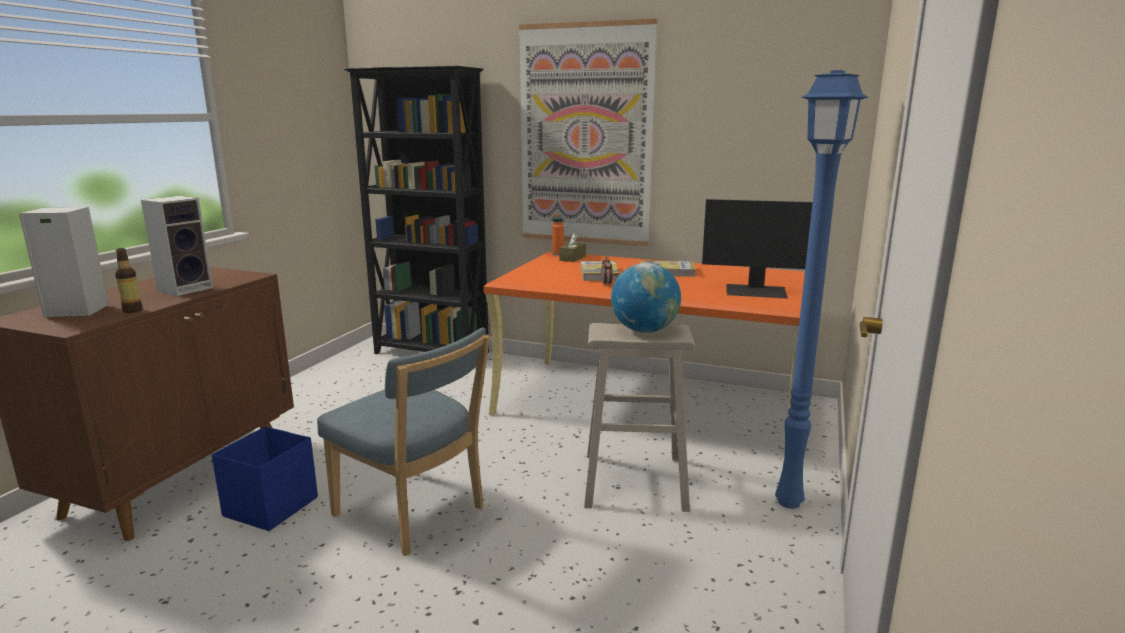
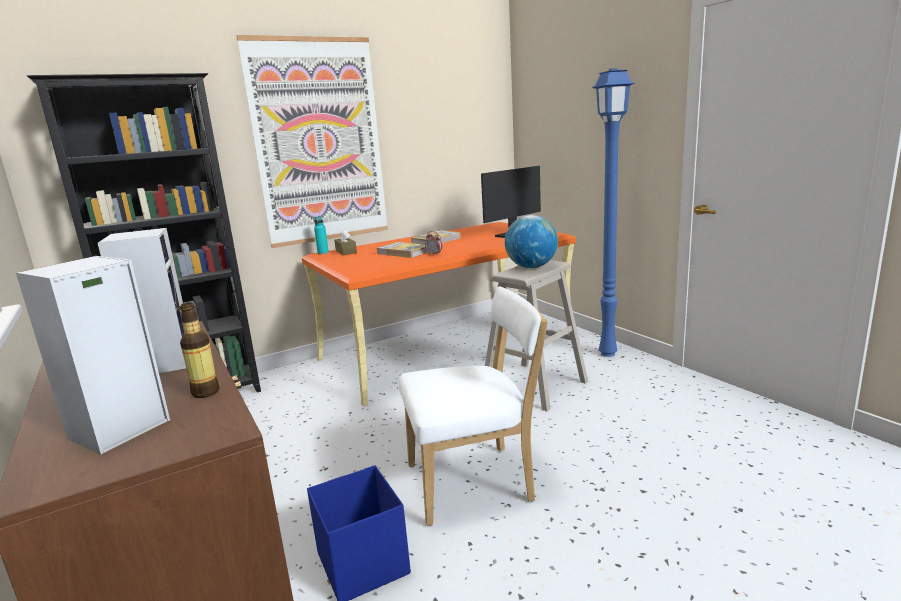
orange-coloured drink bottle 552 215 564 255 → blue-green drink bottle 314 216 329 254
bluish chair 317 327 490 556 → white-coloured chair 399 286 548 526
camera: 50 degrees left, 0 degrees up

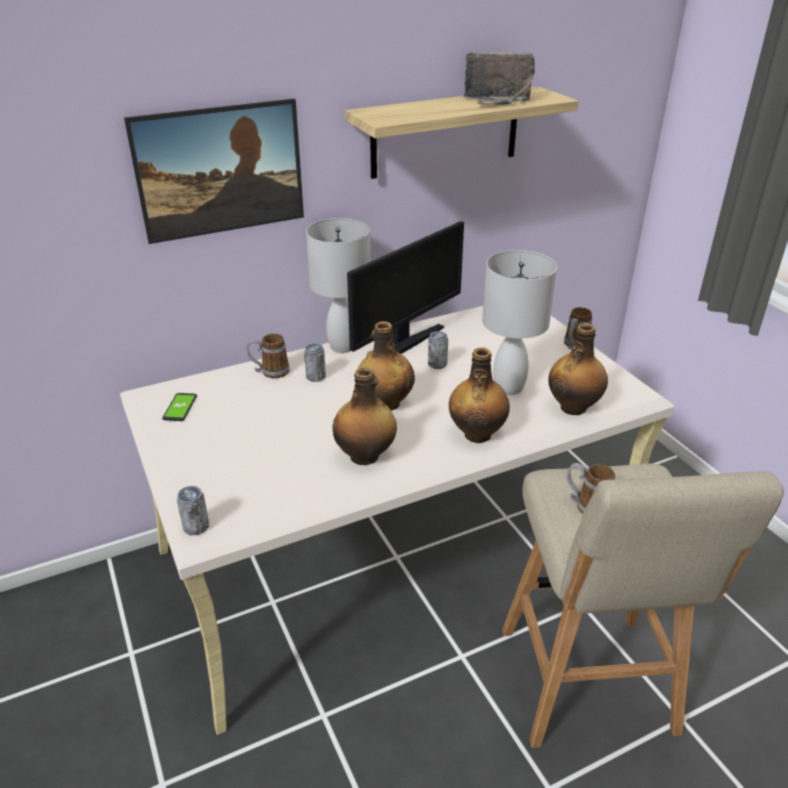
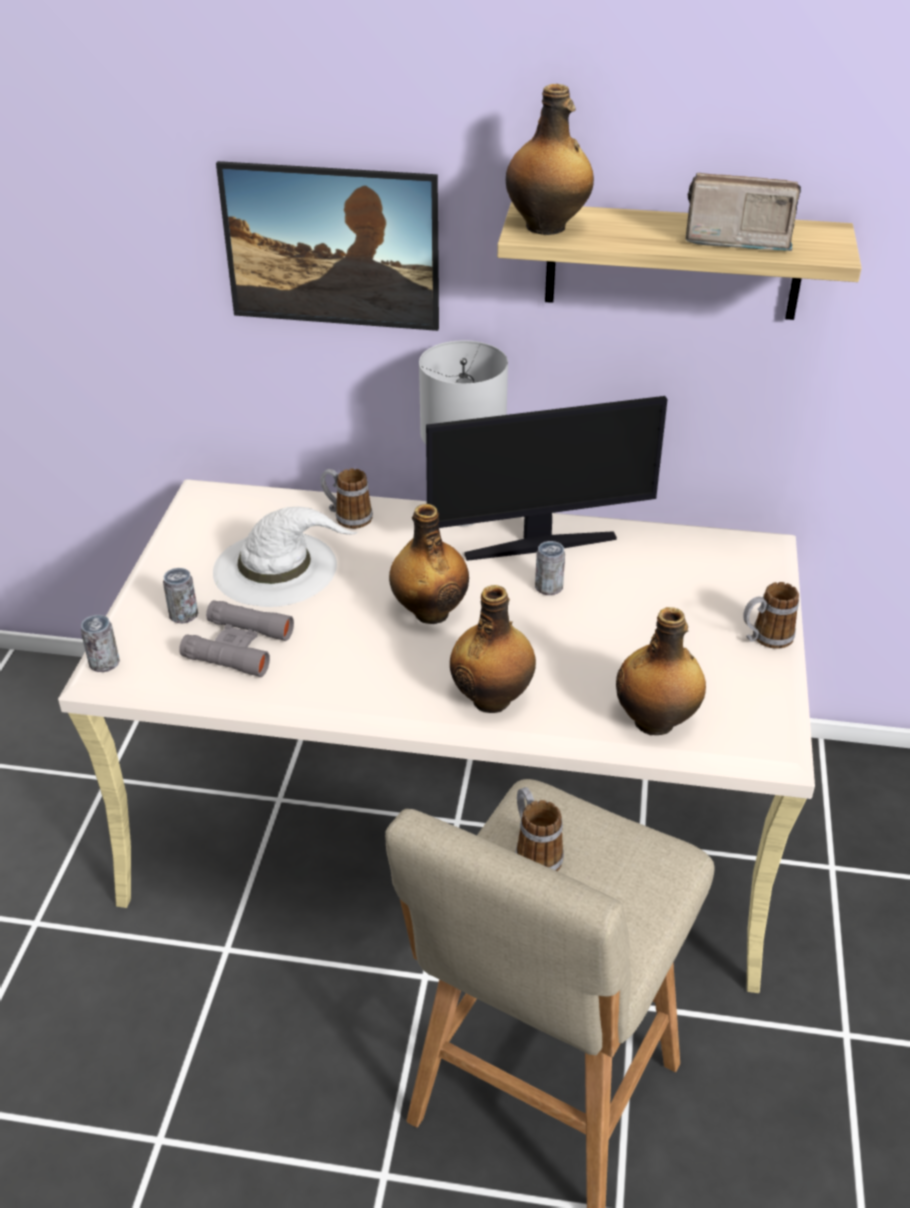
metal can 304 343 326 382 → metal can 163 568 198 623, moved
- → grey binoculars 179 600 294 677
- → white-coloured clothing hat 213 507 359 607
drink bottle 332 367 397 465 → drink bottle 506 84 594 235, moved
radio 463 52 535 105 → radio 685 173 801 251, 150 degrees clockwise
telephone 162 393 197 421 → -
white-coloured tabletop lamp 482 250 557 395 → -
camera: 35 degrees right, 5 degrees up

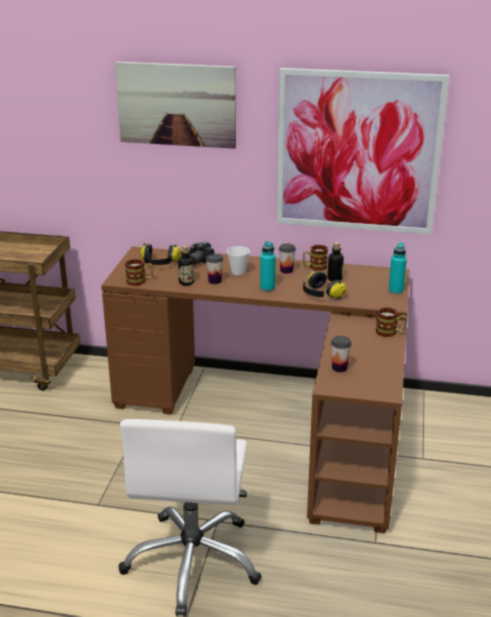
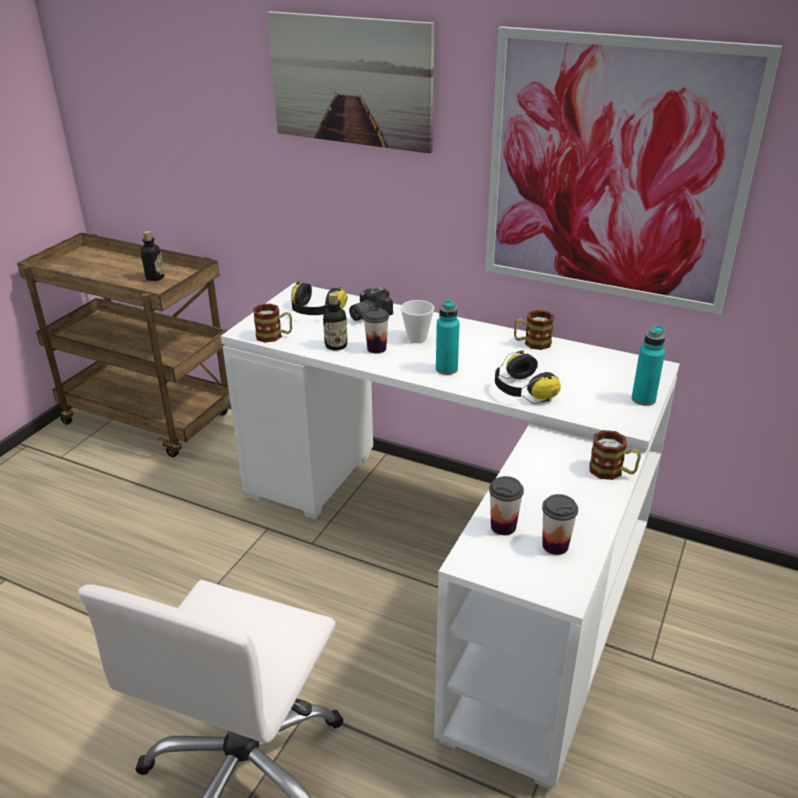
drink bottle 327 242 344 281 → drink bottle 141 231 164 281, moved
brownish desk 101 247 410 534 → white-coloured desk 221 283 680 790
cup 279 243 296 274 → cup 542 494 578 555, moved
camera: 15 degrees right, 5 degrees up

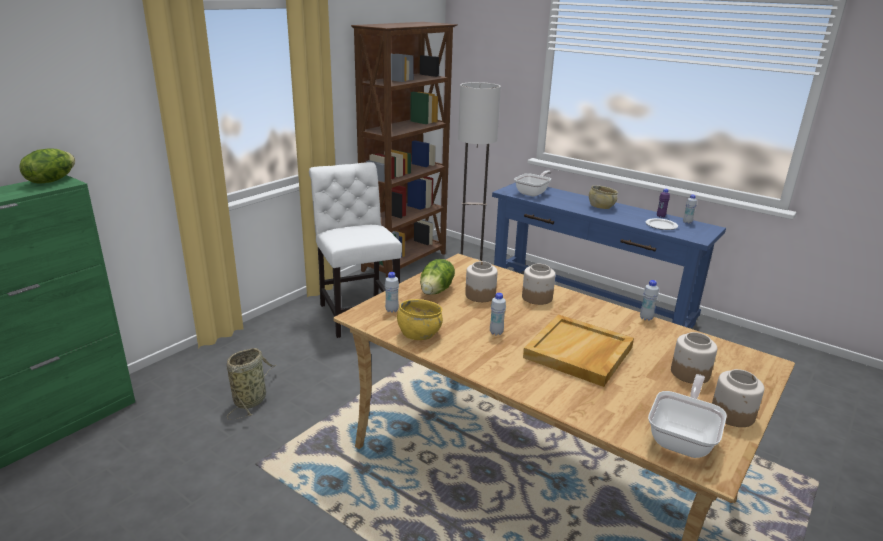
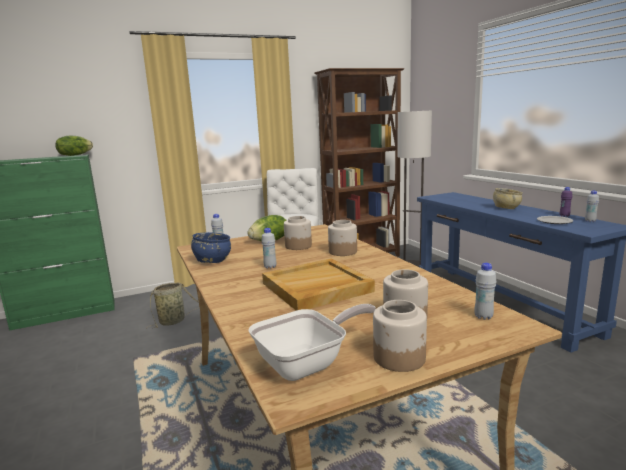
yellowish bowl 397 299 443 340 → bluish bowl 191 232 231 263
white-coloured drink bottle 640 280 659 321 → white-coloured drink bottle 474 263 496 320, moved
pan 514 170 552 197 → -
camera: 30 degrees right, 10 degrees down

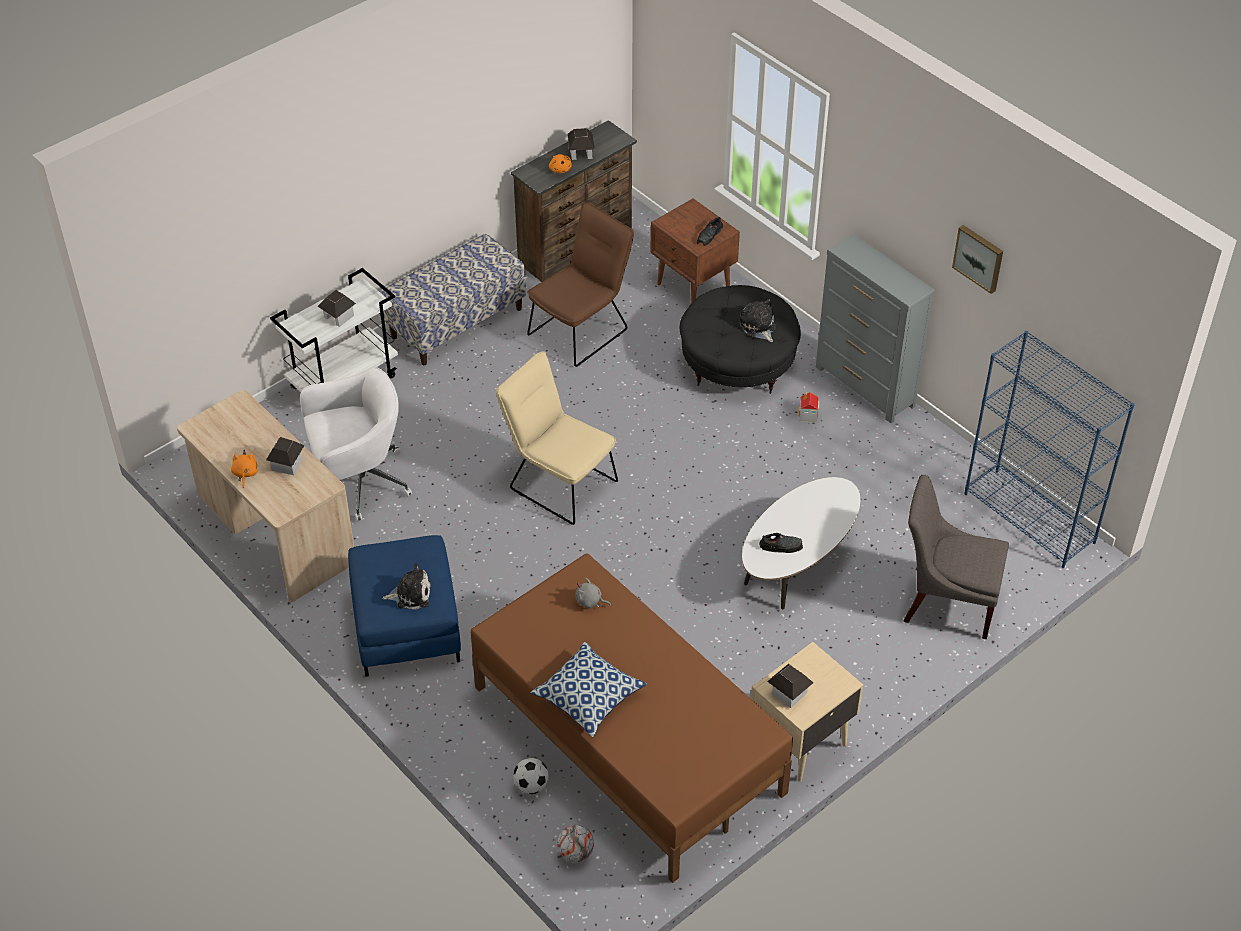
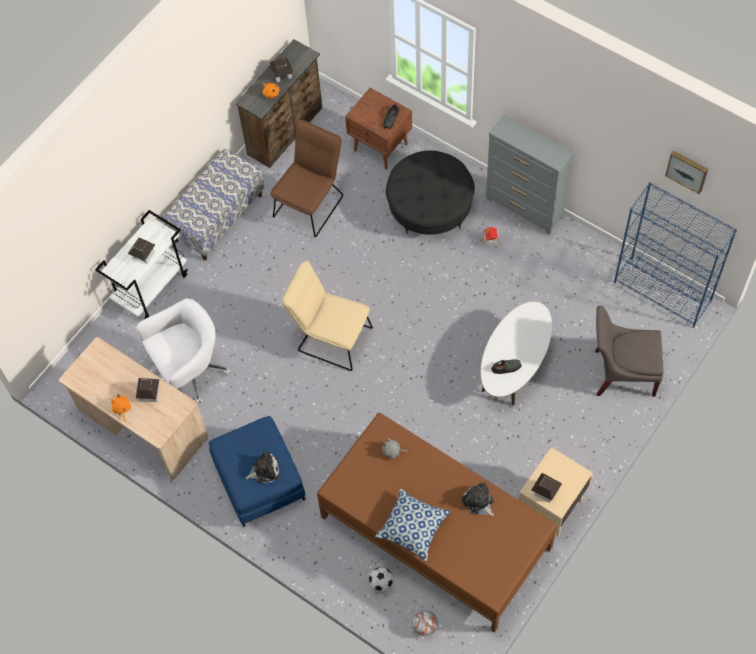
cuddly toy 739 299 777 342 → cuddly toy 462 482 494 516, moved
wall art 952 225 1003 294 → wall art 665 151 708 194, moved
camera: 10 degrees left, 15 degrees up

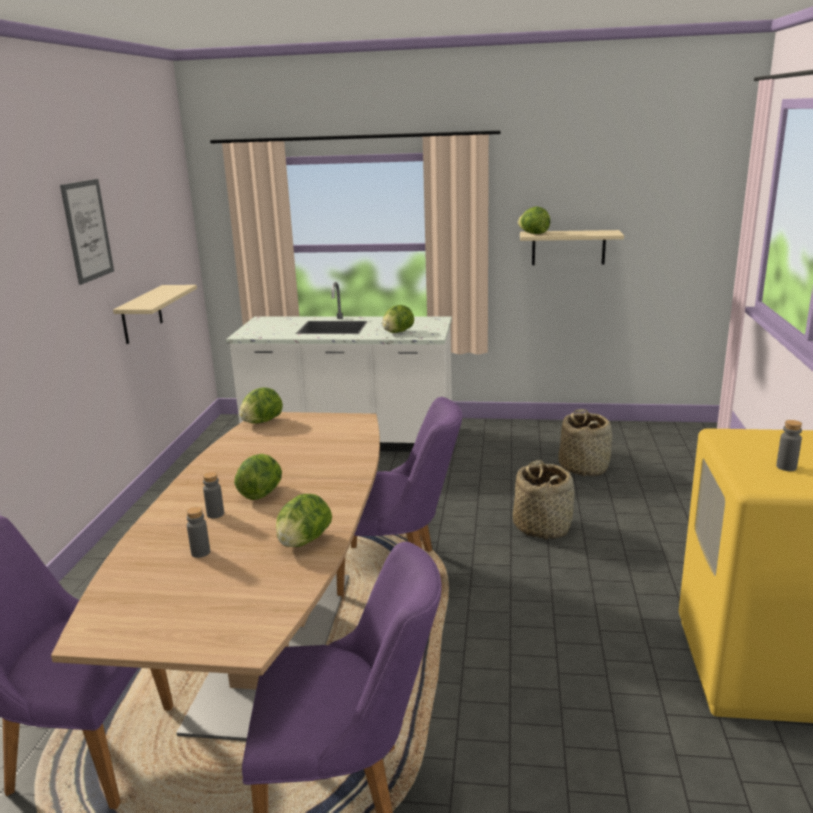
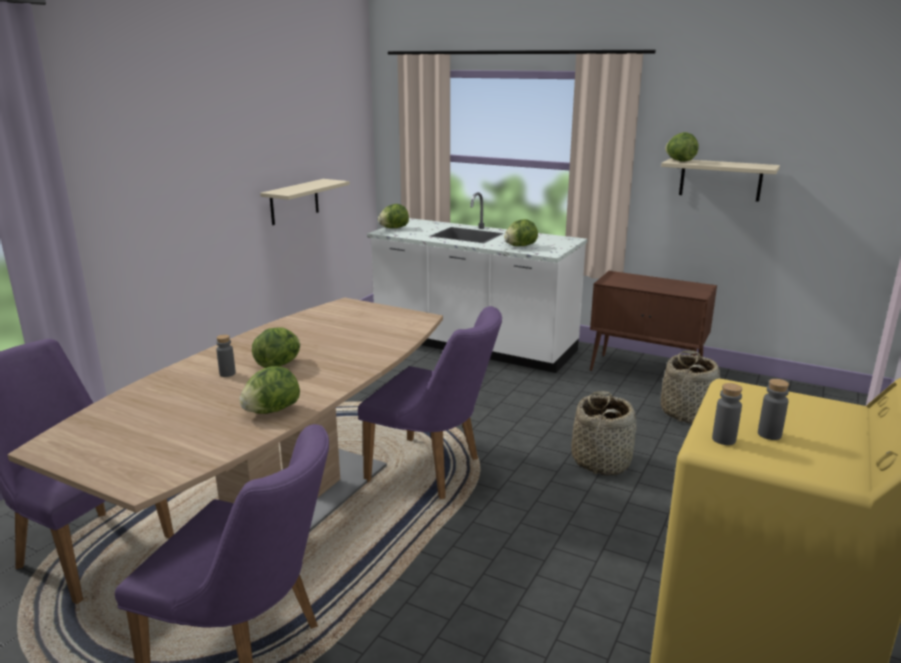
head of lettuce 239 388 283 424 → head of lettuce 378 204 409 228, moved
- → brownish cupboard 590 271 717 371
grey drink bottle 187 507 210 558 → grey drink bottle 712 383 742 445, moved
wall art 60 179 114 285 → -
camera: 20 degrees right, 0 degrees up

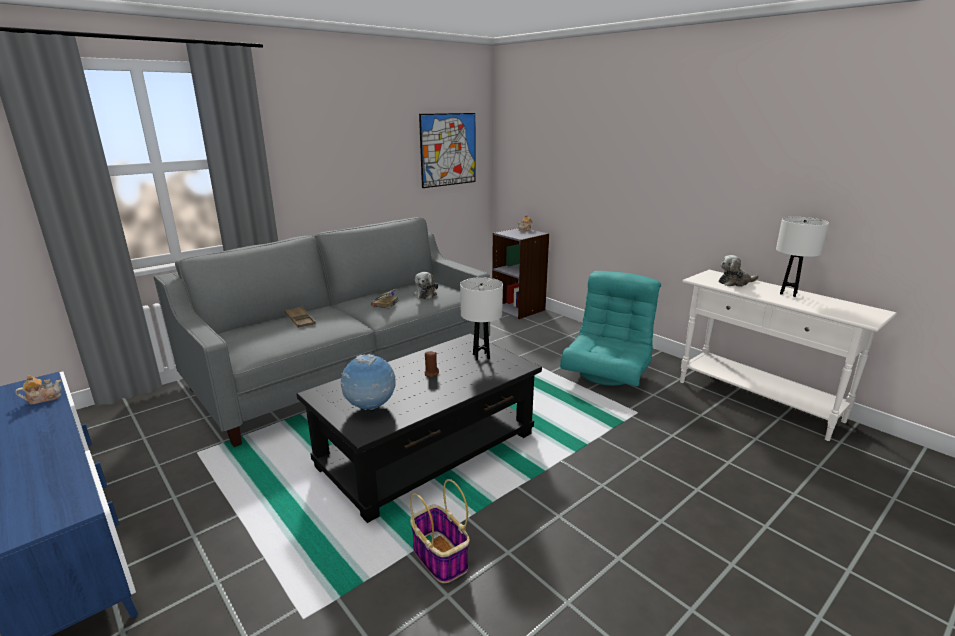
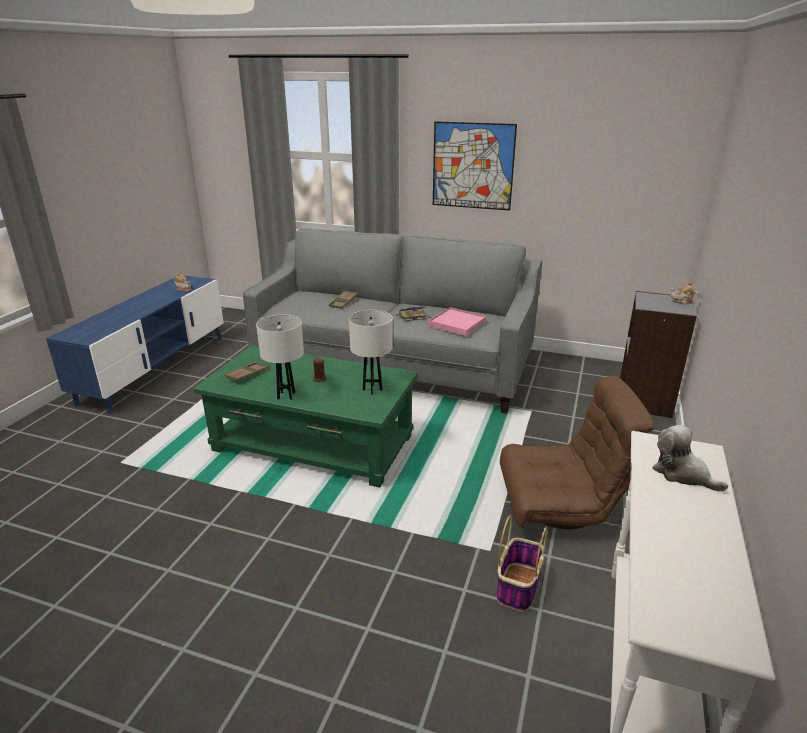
black-coloured lounge table 297 333 542 523 → greenish lounge table 193 346 418 488
world globe 341 354 396 410 → brownish serving tray 225 362 269 382
white-coloured tabletop lamp 776 217 829 297 → white-coloured tabletop lamp 256 314 304 400, moved
cuddly toy 414 272 438 299 → pinkish serving tray 428 307 487 336
wall art 419 113 475 188 → wall art 433 121 517 211, moved
storage basket 410 479 470 583 → storage basket 497 515 547 612, moved
blue-green armchair 560 271 661 386 → brownish armchair 500 376 654 529
camera: 60 degrees right, 5 degrees up

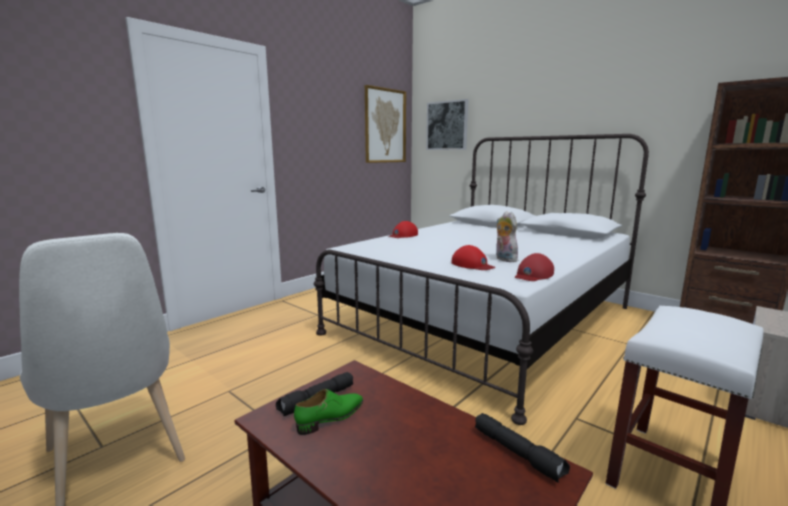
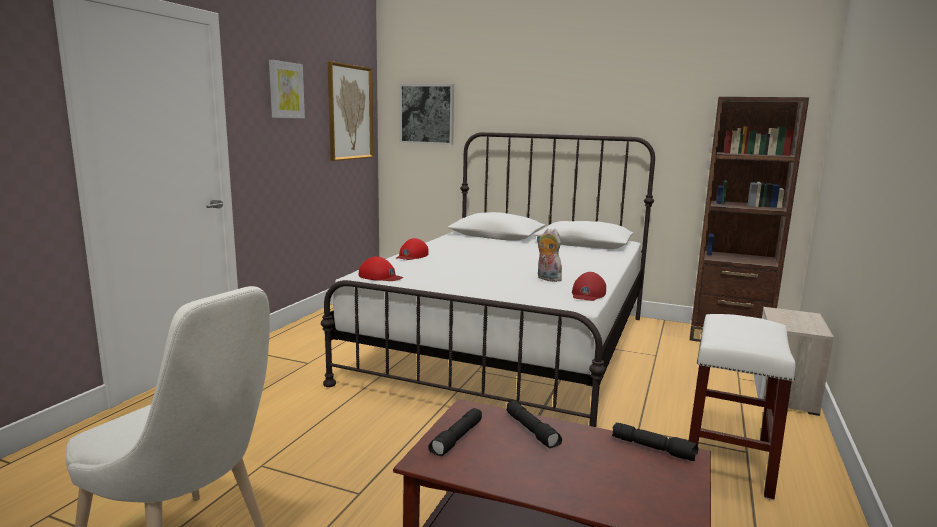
- → wall art 269 60 305 118
red-coloured cap 451 245 496 270 → red-coloured cap 359 256 404 281, moved
- → black-coloured flashlight 507 401 562 448
greenish low shoe 294 389 363 435 → -
camera: 20 degrees left, 0 degrees up

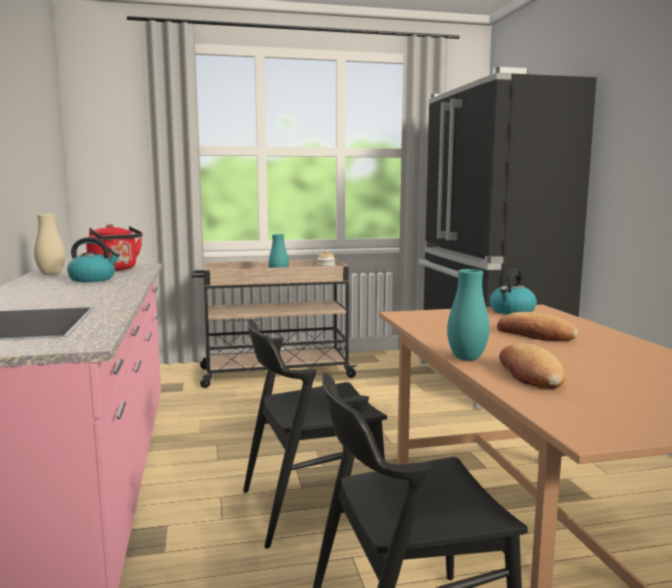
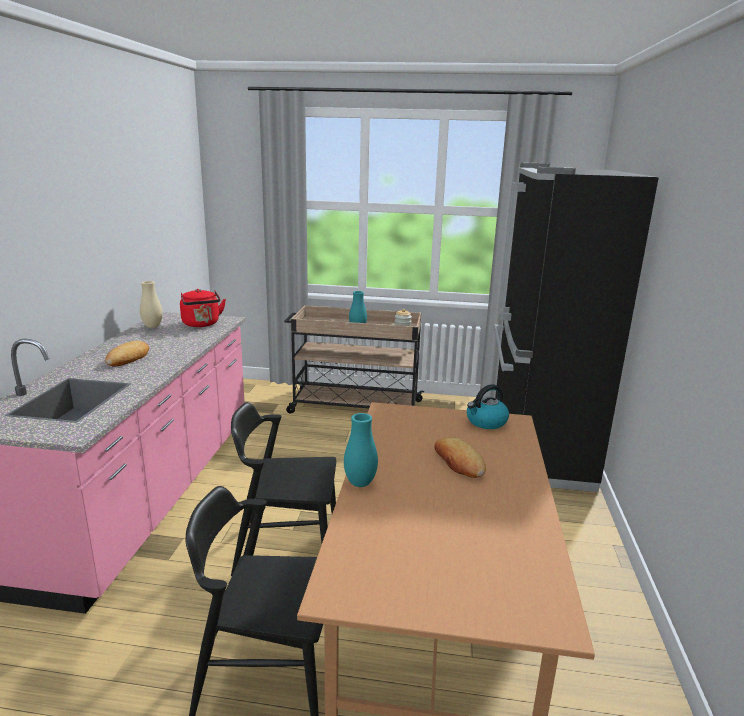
baked bread 499 343 566 389 → baked bread 105 341 149 366, moved
tea kettle 67 237 120 282 → -
camera: 20 degrees right, 10 degrees up

